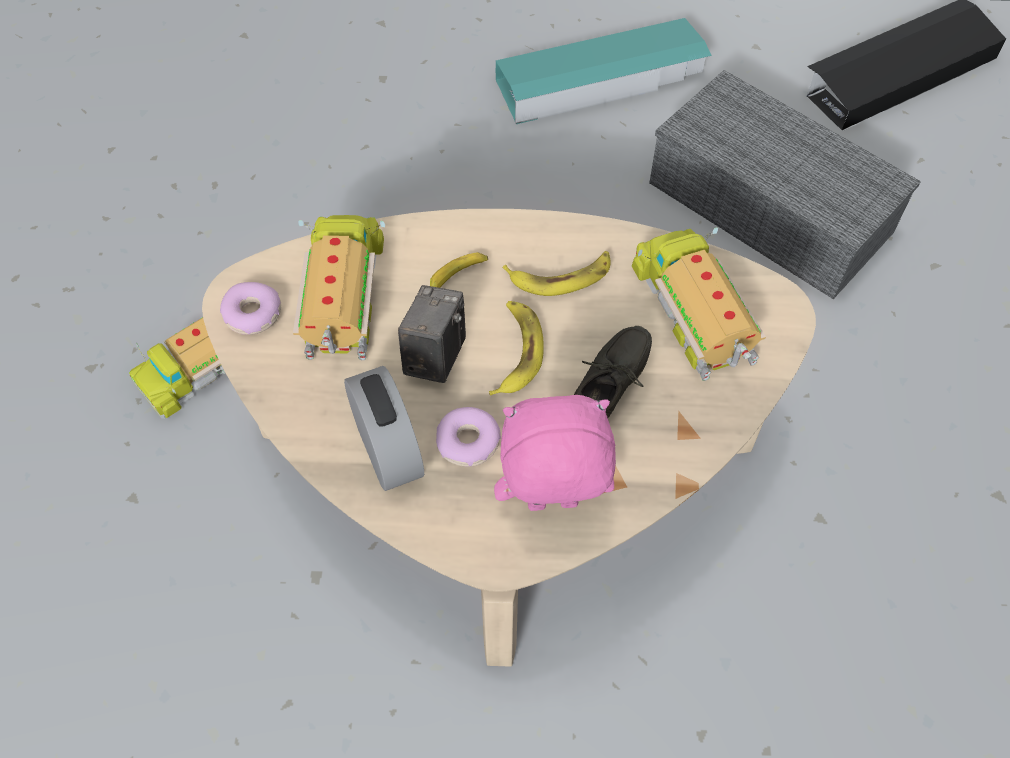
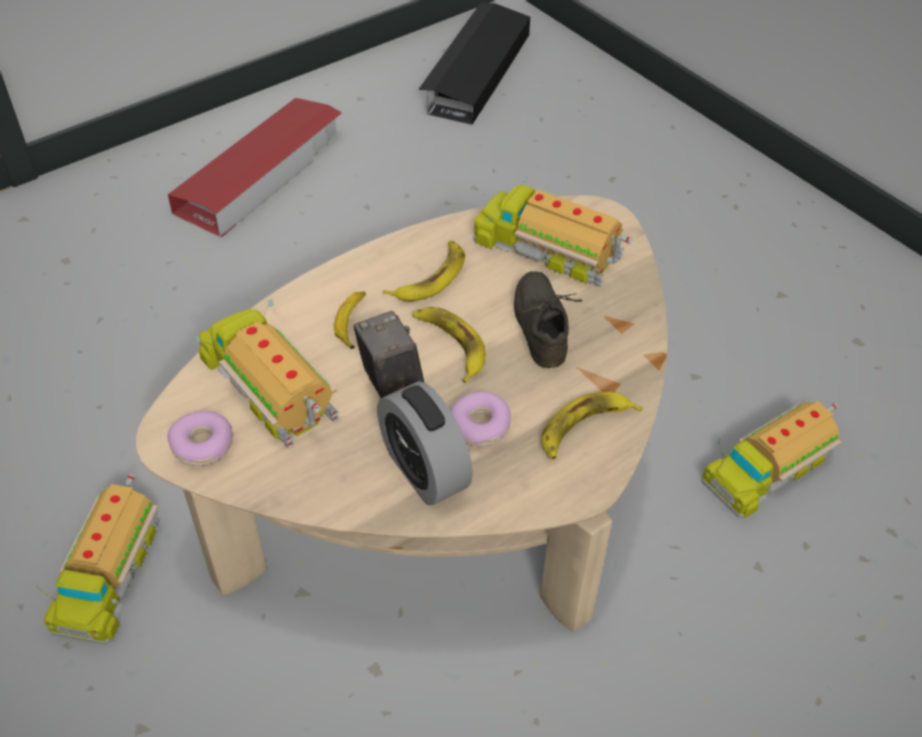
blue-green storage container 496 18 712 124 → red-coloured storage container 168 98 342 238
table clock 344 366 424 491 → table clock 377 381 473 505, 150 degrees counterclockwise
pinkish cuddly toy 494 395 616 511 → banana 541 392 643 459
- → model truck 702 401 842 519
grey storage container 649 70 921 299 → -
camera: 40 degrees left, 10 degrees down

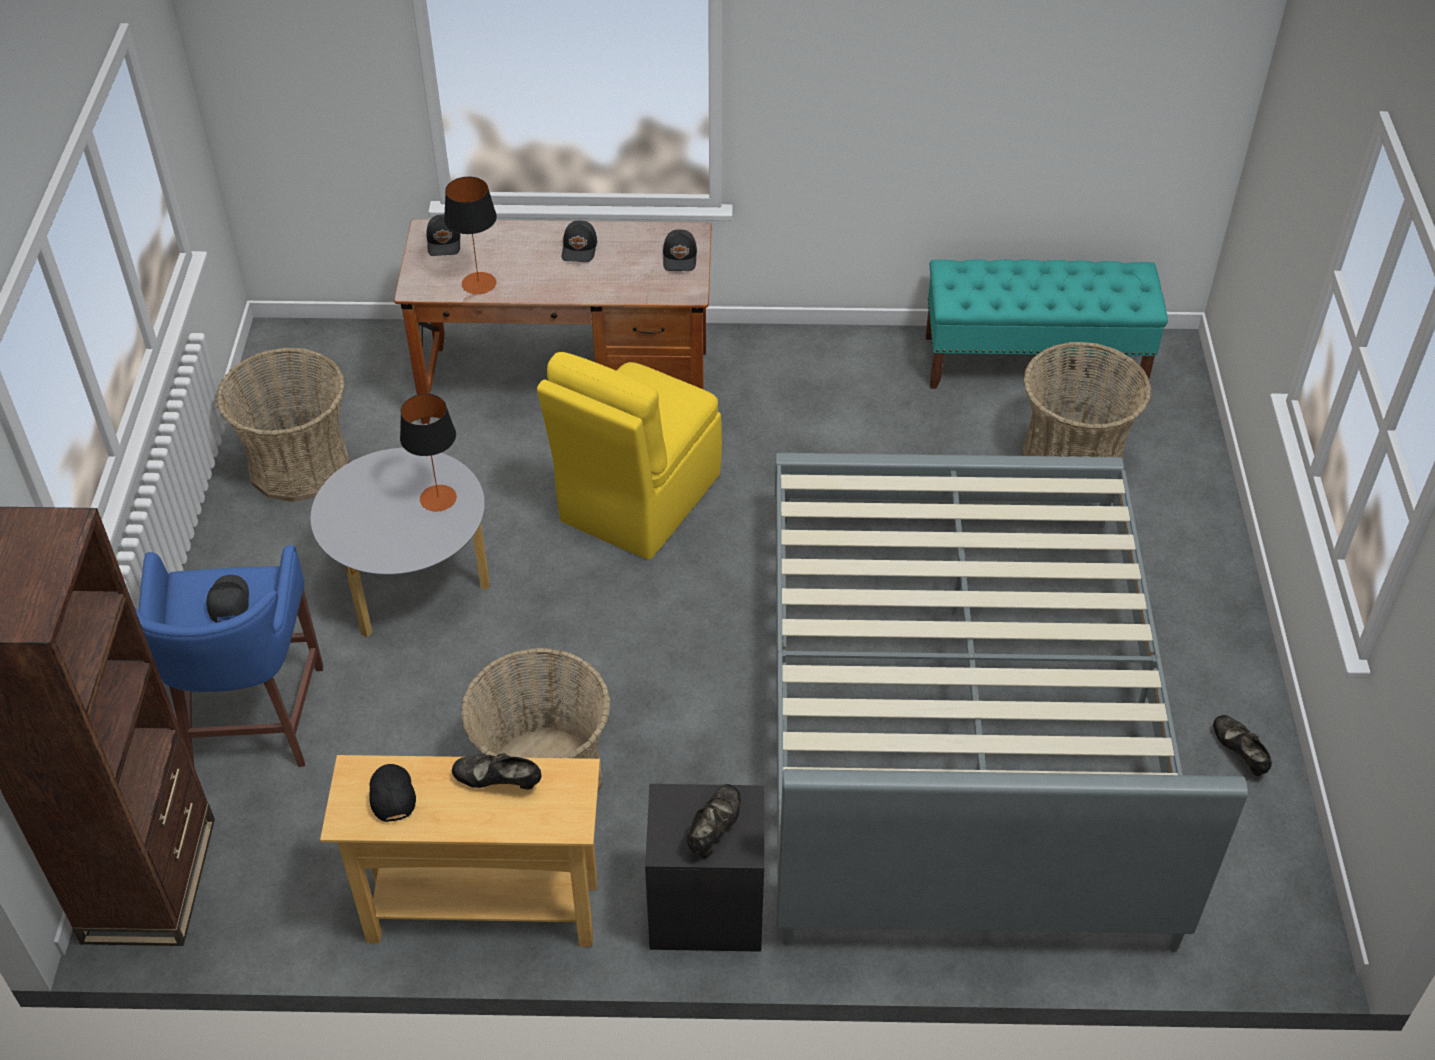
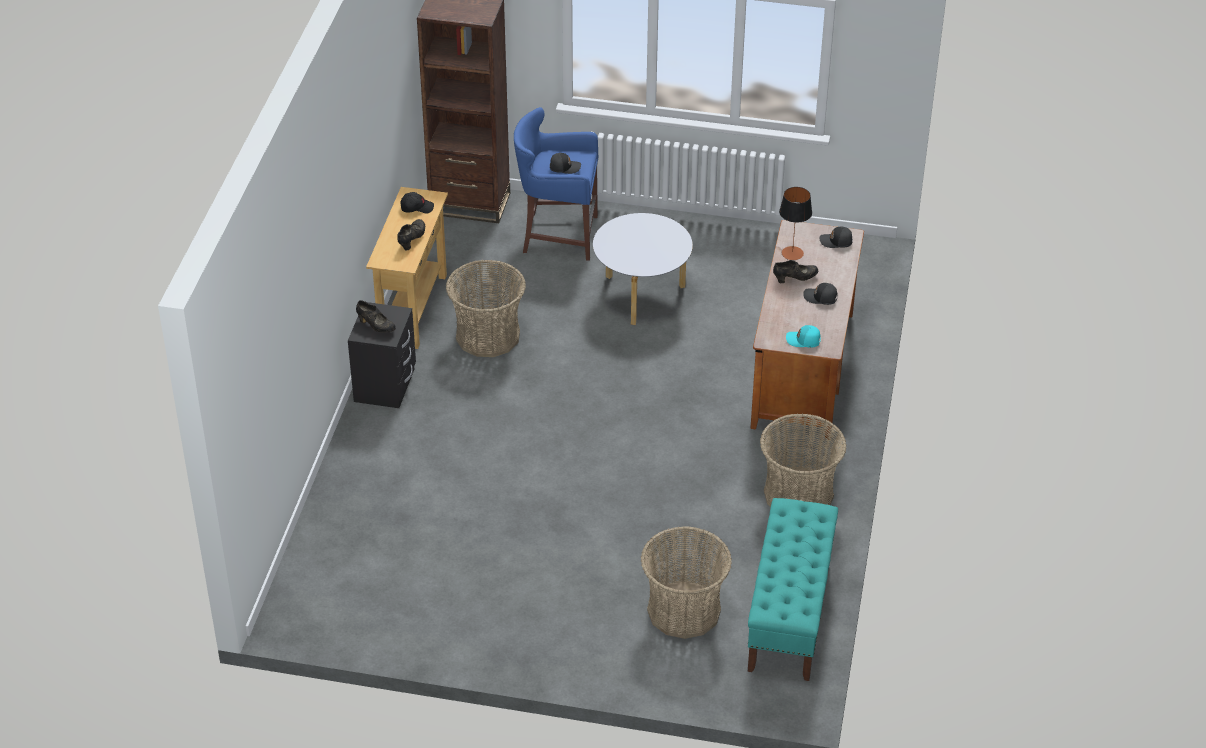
storage basket 216 348 350 502 → storage basket 760 413 847 507, moved
black-coloured low shoe 1213 715 1272 776 → black-coloured low shoe 773 260 818 283, moved
black-coloured cap 663 230 697 271 → blue-green cap 786 325 821 348
tabletop lamp 400 394 457 511 → -
yellowish chair 537 352 722 560 → -
grey sleeping bed 775 453 1248 952 → -
camera: 100 degrees right, 5 degrees down

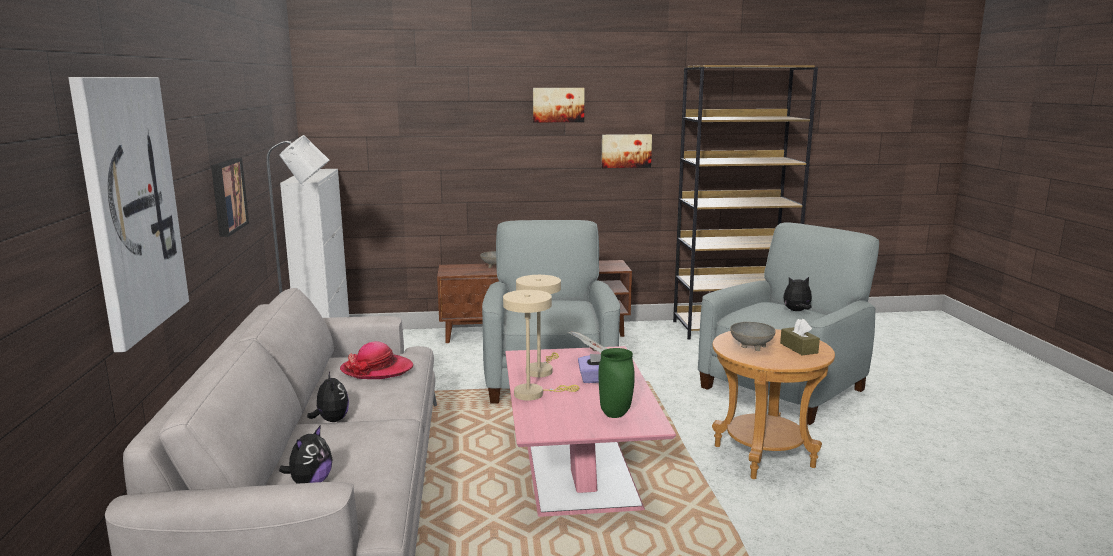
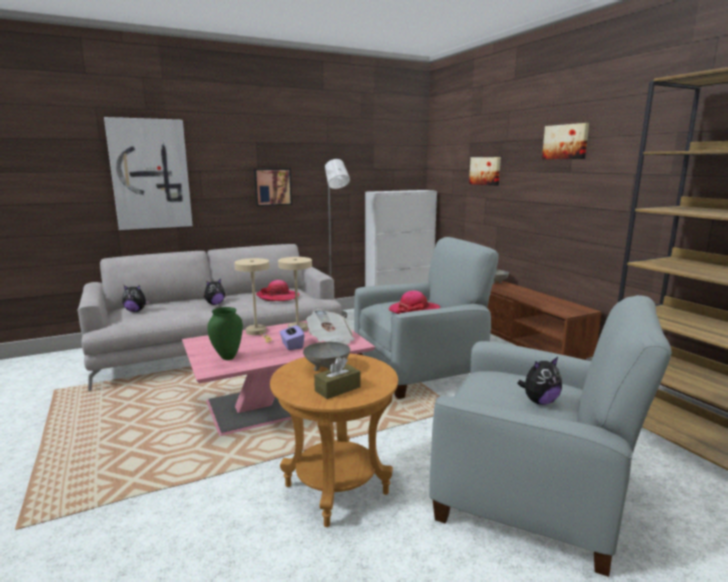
- → clothing hat 389 291 440 314
wall art 601 134 652 168 → wall art 469 157 501 186, moved
cuddly toy 783 277 812 311 → cuddly toy 517 357 562 405, 90 degrees clockwise
camera: 70 degrees right, 0 degrees up

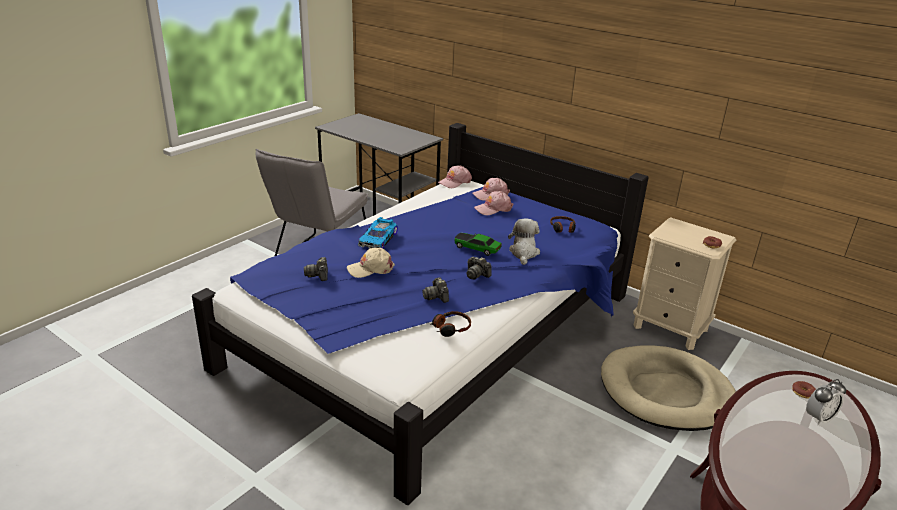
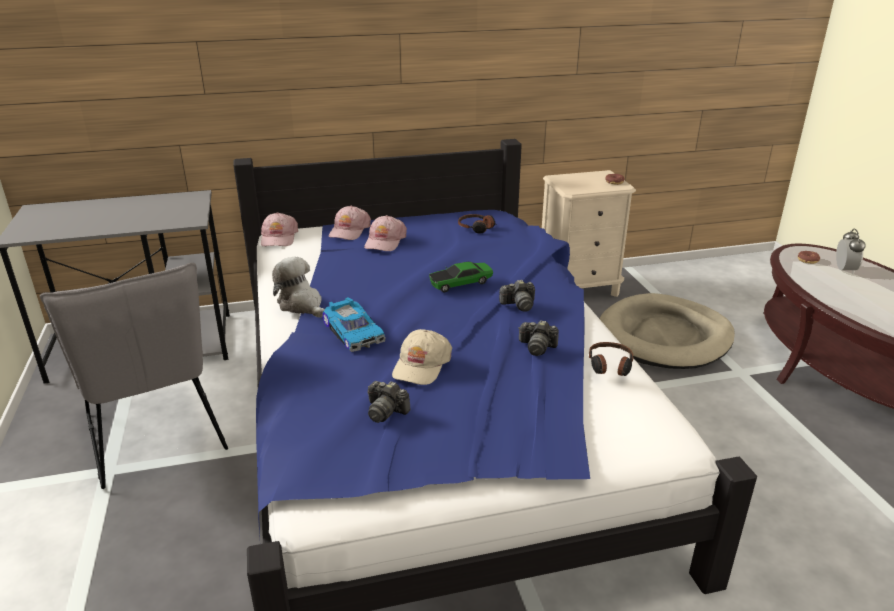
cuddly toy 508 218 540 265 → cuddly toy 272 257 325 318, moved
camera: 50 degrees left, 0 degrees up

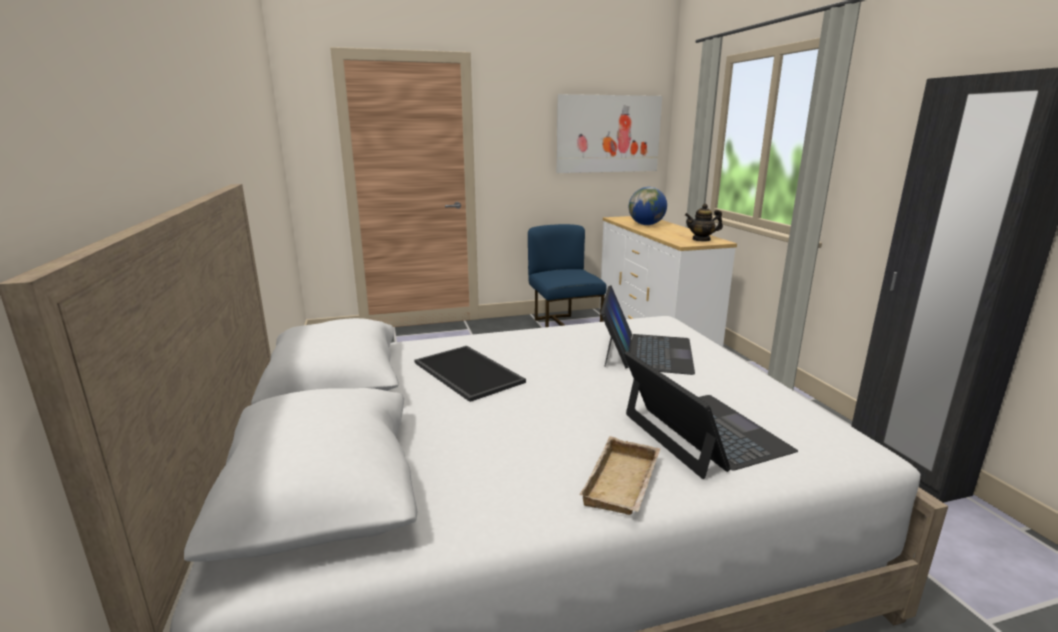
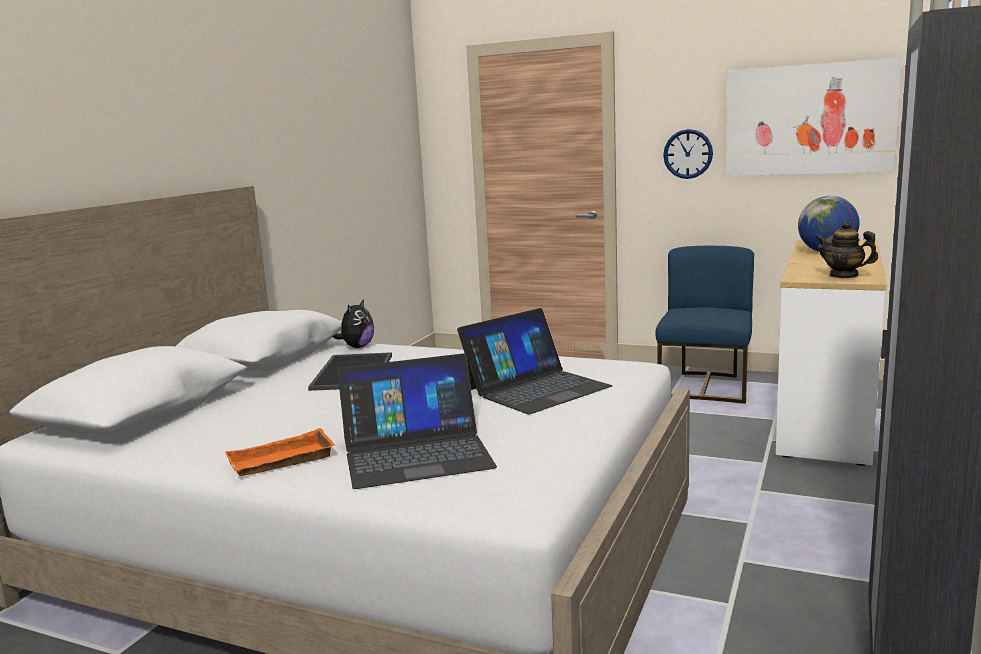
sand-coloured serving tray 579 436 660 515 → orange-coloured serving tray 225 428 335 476
- → cuddly toy 333 299 374 348
laptop 624 351 798 479 → laptop 337 353 497 489, 60 degrees clockwise
- → hanging clock 663 129 713 179
camera: 40 degrees right, 5 degrees down

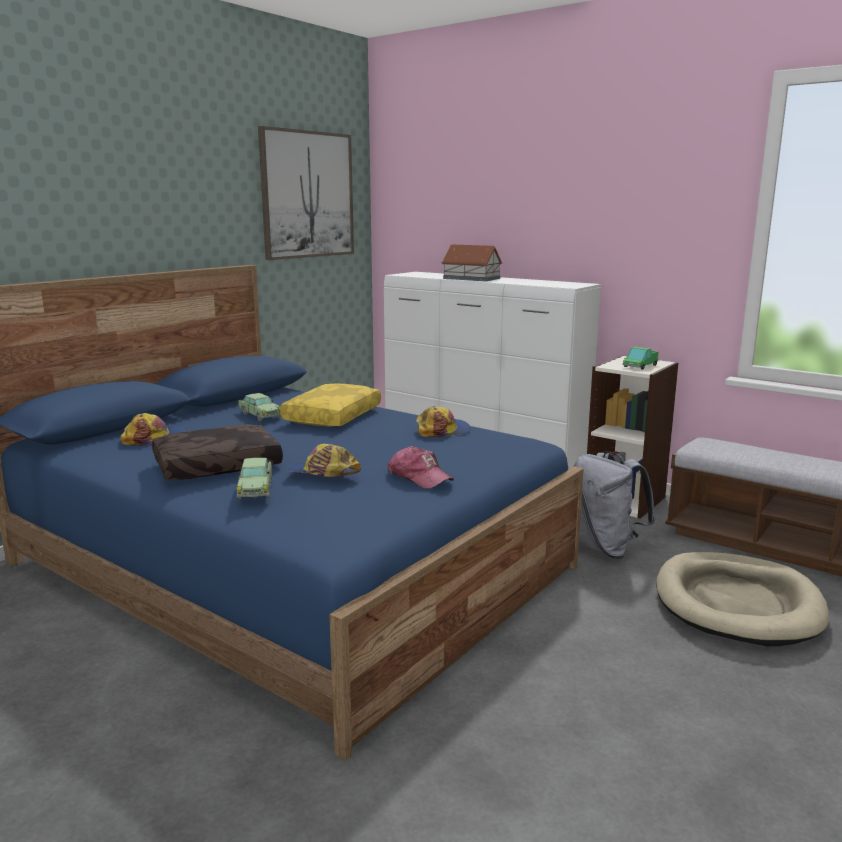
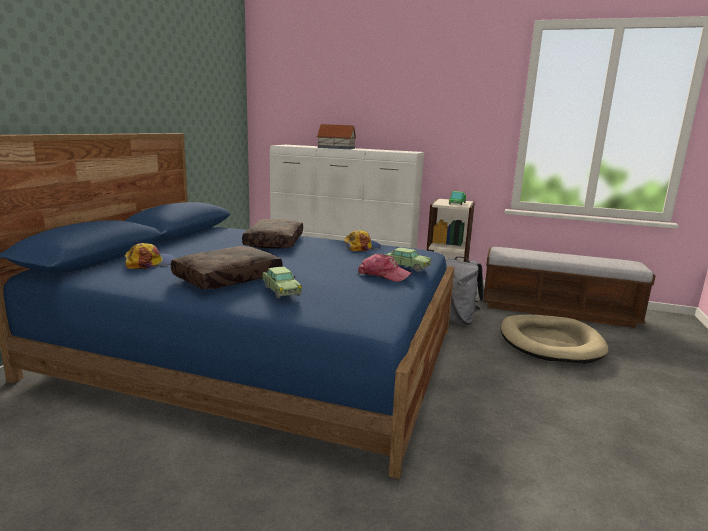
yellowish cushion 280 383 381 427 → brownish cushion 242 219 303 248
toy car 238 393 281 421 → toy car 385 247 431 272, moved
wall art 258 126 354 260 → -
cap 286 444 361 477 → -
camera: 20 degrees left, 0 degrees up

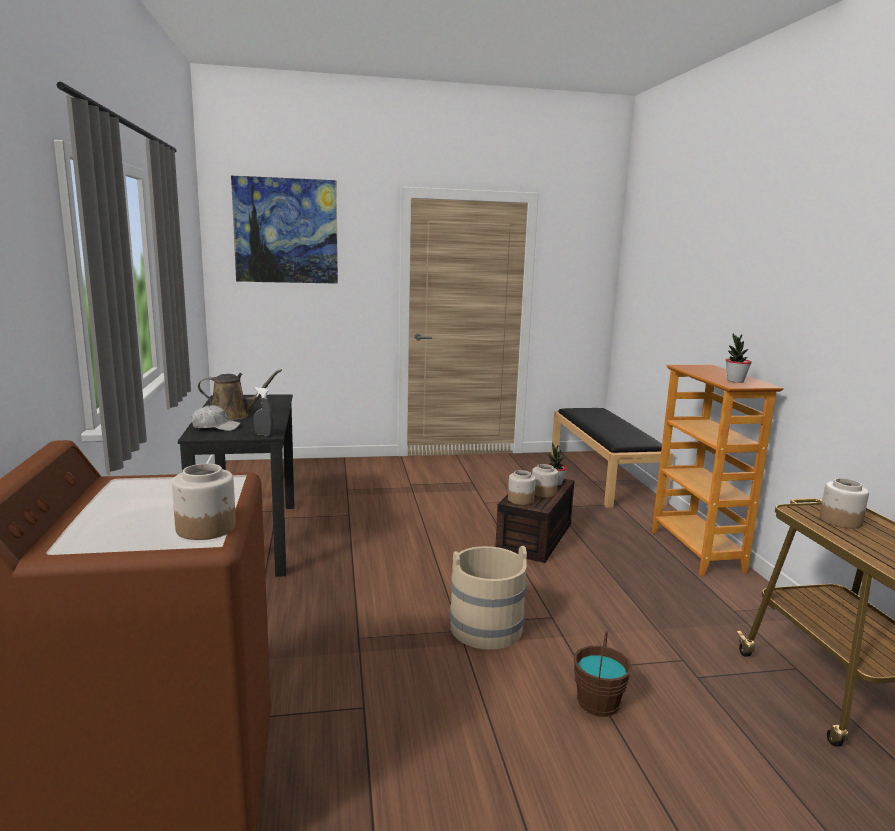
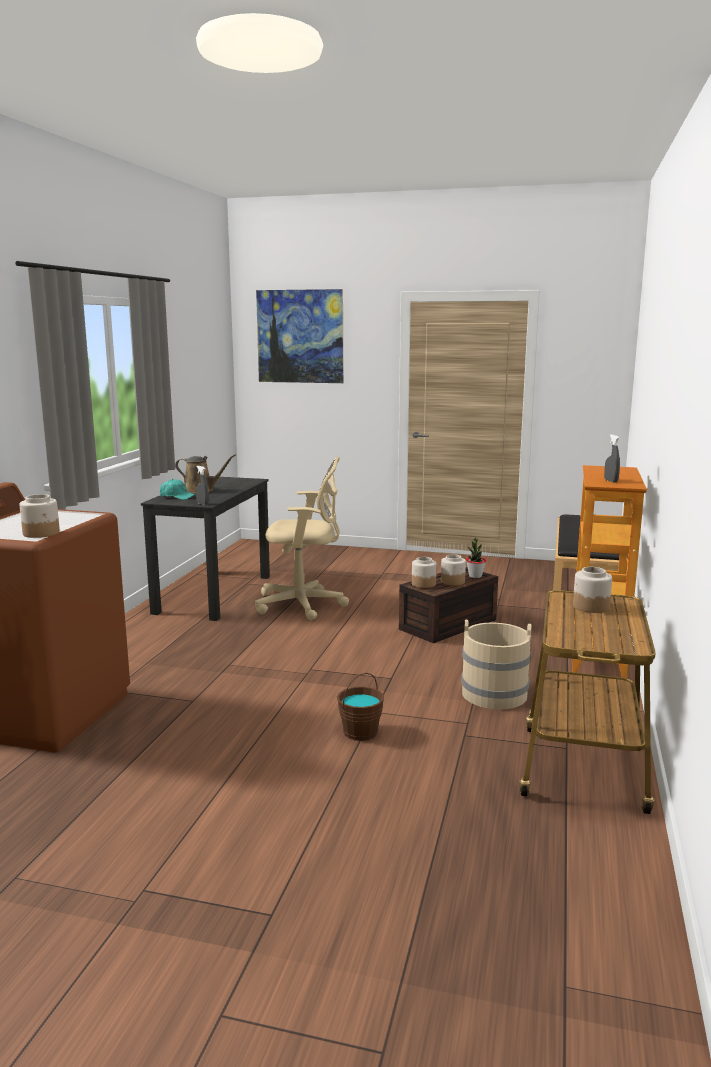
white-coloured cap 192 405 240 431 → blue-green cap 160 479 196 500
- → sand-coloured computer chair 255 457 349 621
sand-coloured water bucket 449 546 527 650 → sand-coloured water bucket 461 620 532 709, moved
plant in a pot 726 333 752 383 → grey sprayer 604 434 620 483
camera: 25 degrees right, 0 degrees up

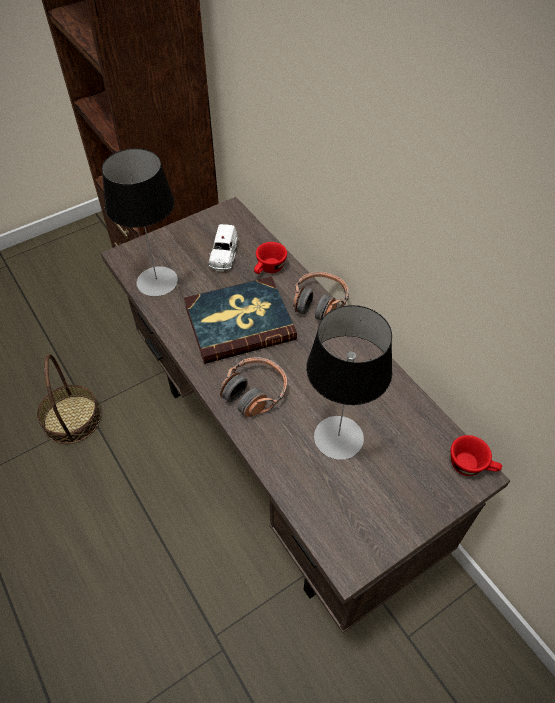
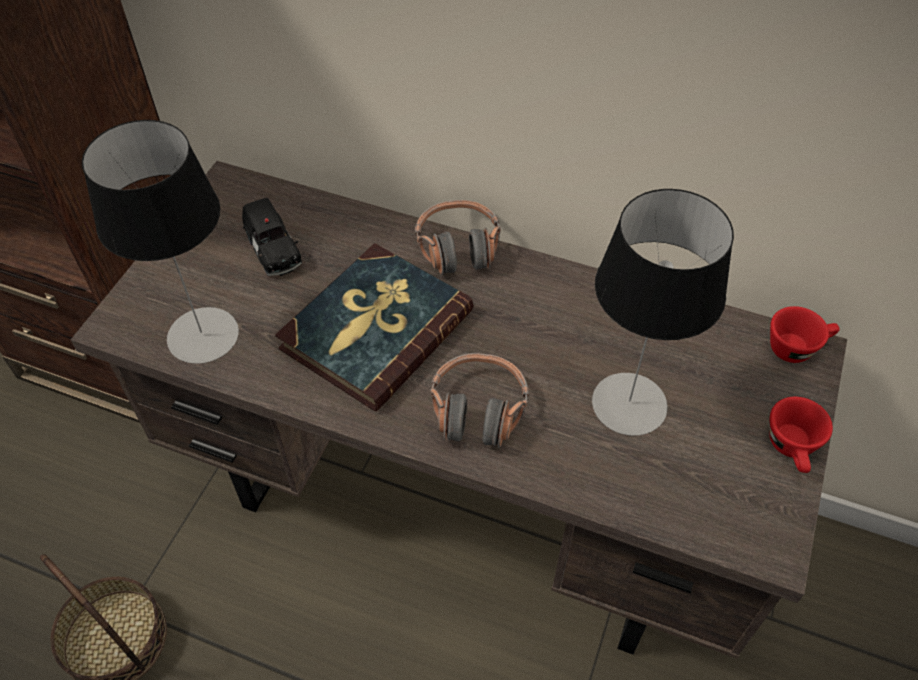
white-coloured toy car 208 224 239 271 → black-coloured toy car 242 198 302 276
red-coloured cup 254 242 287 274 → red-coloured cup 769 397 833 473, moved
camera: 35 degrees left, 0 degrees up

